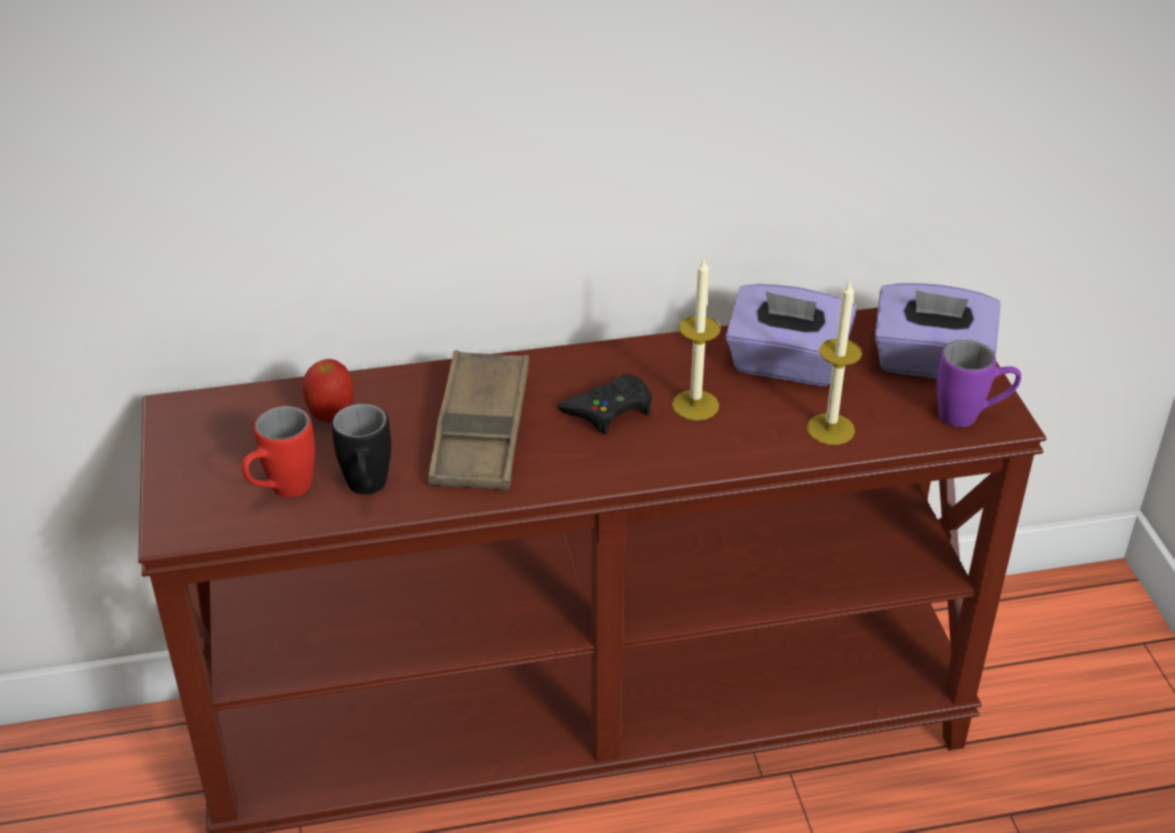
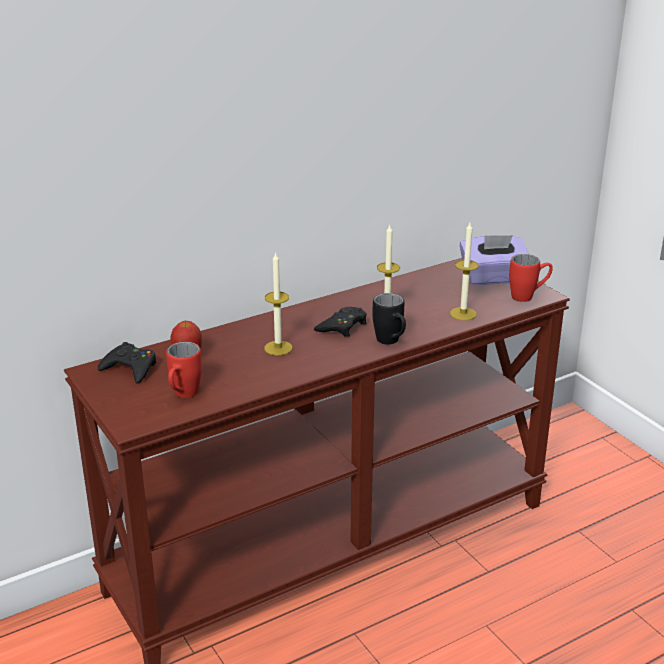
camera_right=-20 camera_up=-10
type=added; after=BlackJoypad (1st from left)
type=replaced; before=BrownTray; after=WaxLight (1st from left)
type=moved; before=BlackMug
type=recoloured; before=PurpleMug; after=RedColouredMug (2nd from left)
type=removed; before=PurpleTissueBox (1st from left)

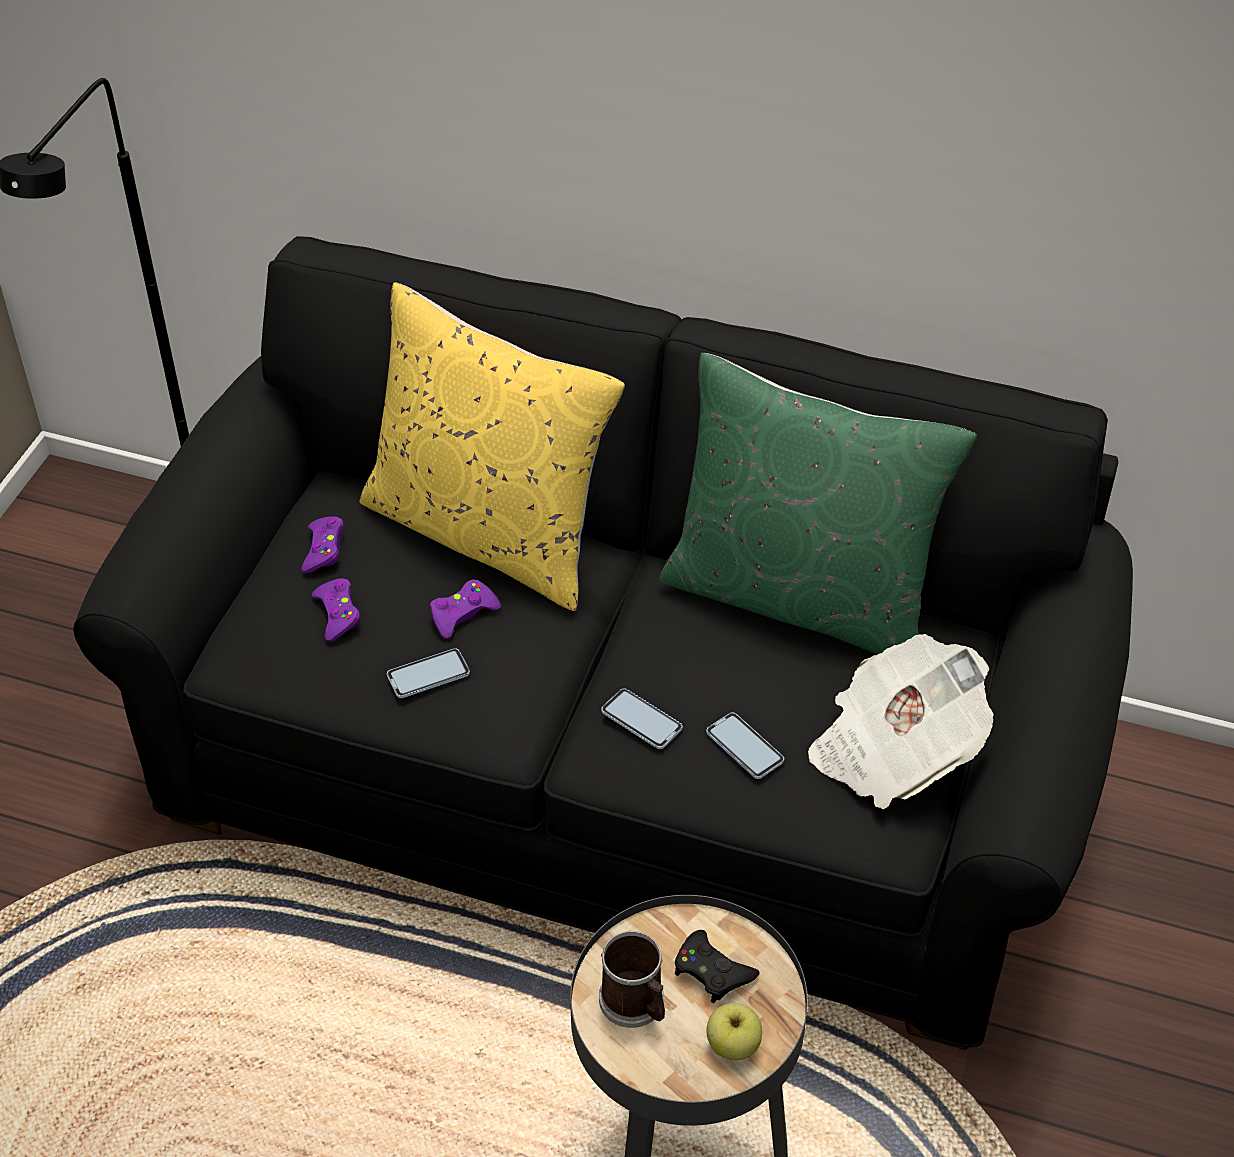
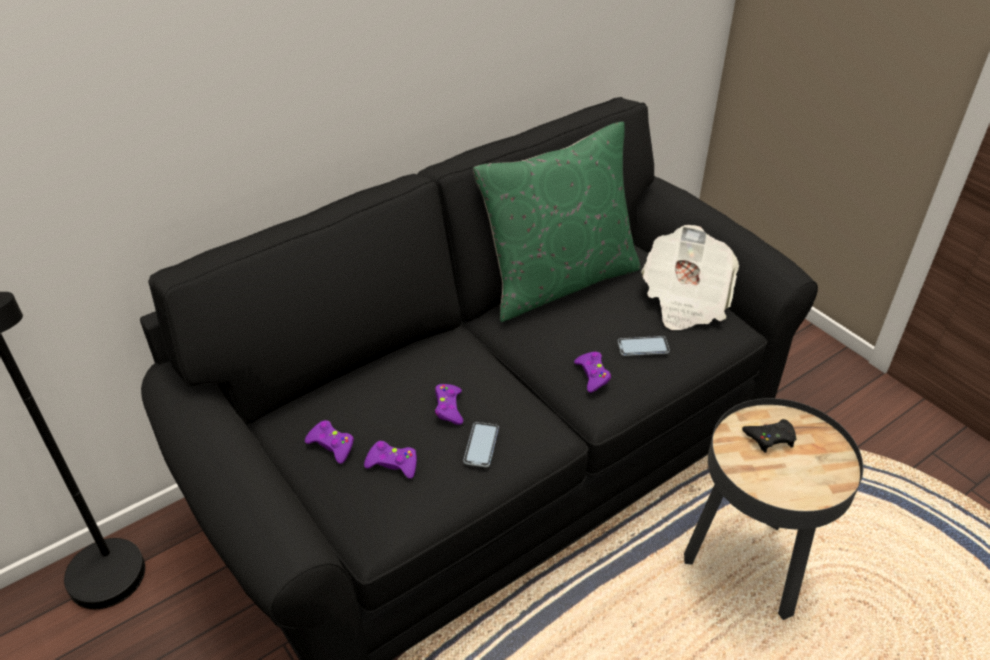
camera_right=-55 camera_up=-5
type=replaced; before=Telephone (2nd from left); after=PurpleJoypad (4th from left)
type=removed; before=YellowColouredCushion
type=removed; before=Mug
type=removed; before=WholeApple

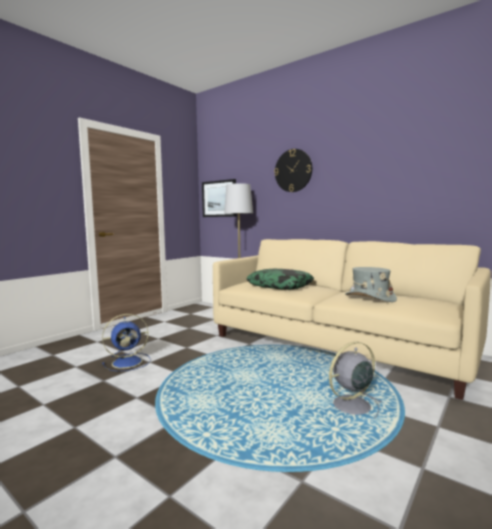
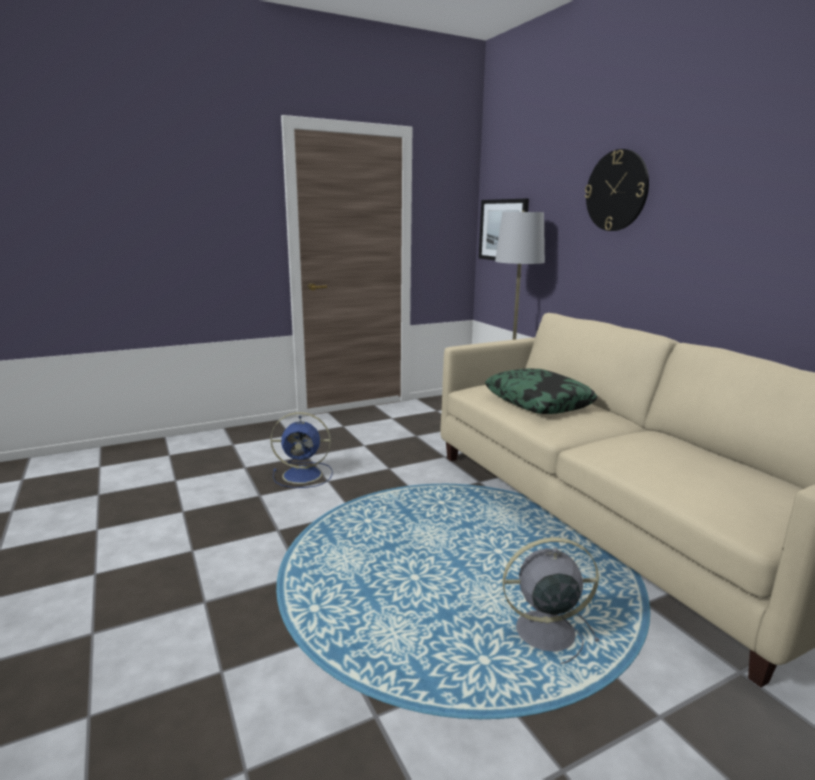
camera_right=25 camera_up=10
type=removed; before=GreyClothingHat

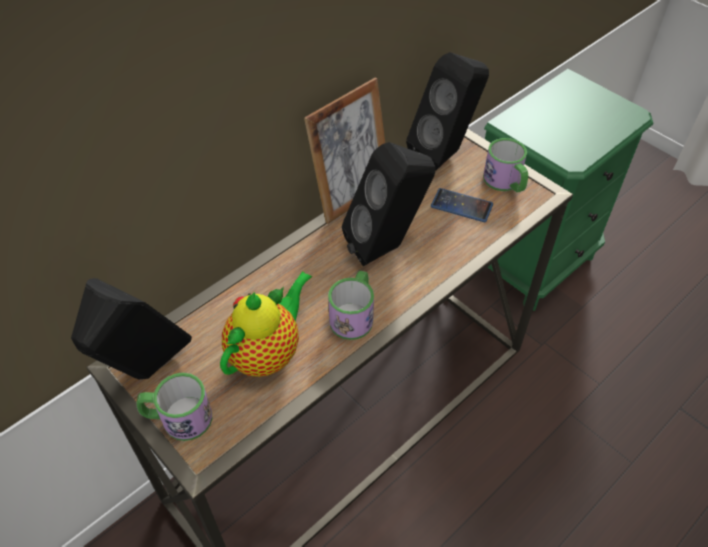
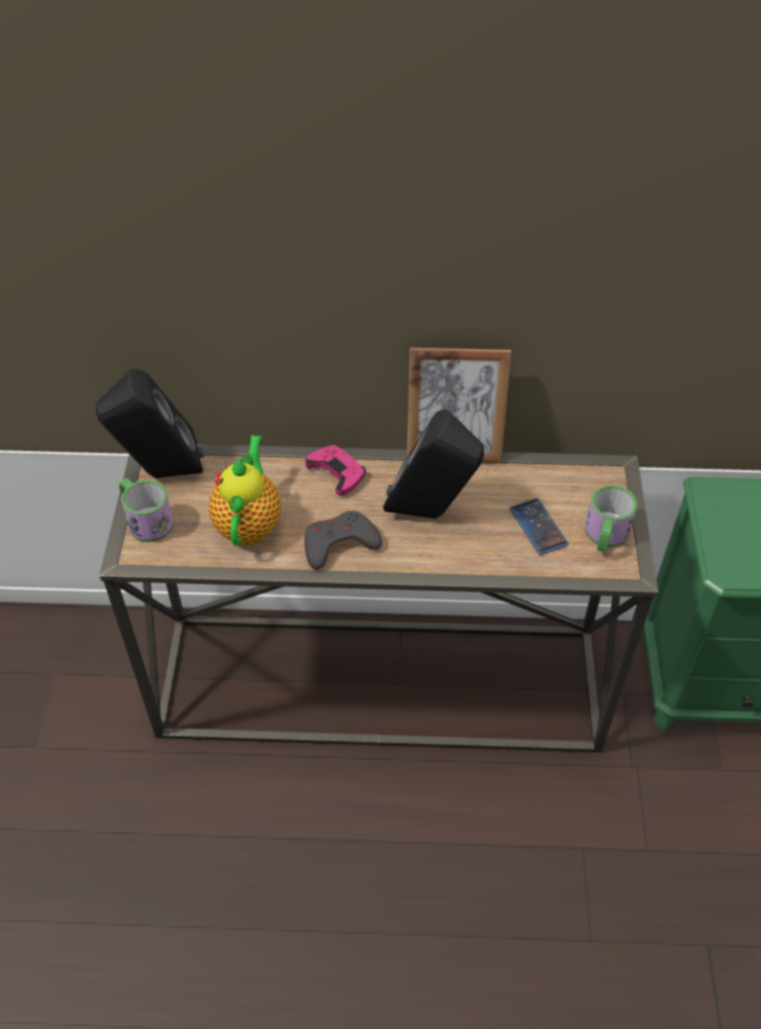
camera_right=45 camera_up=0
type=turned; before=TeaPot; turn=-75
type=replaced; before=Mug (2nd from left); after=GreyJoypad
type=added; after=PinkishJoypad
type=removed; before=BlackAudioSpeaker (3rd from left)

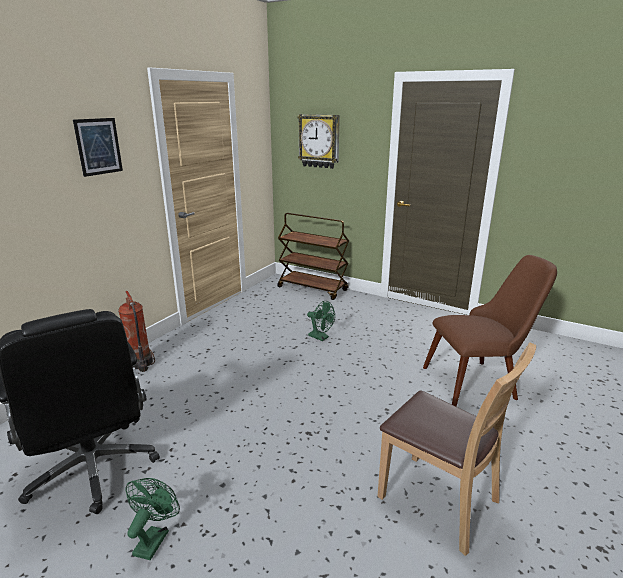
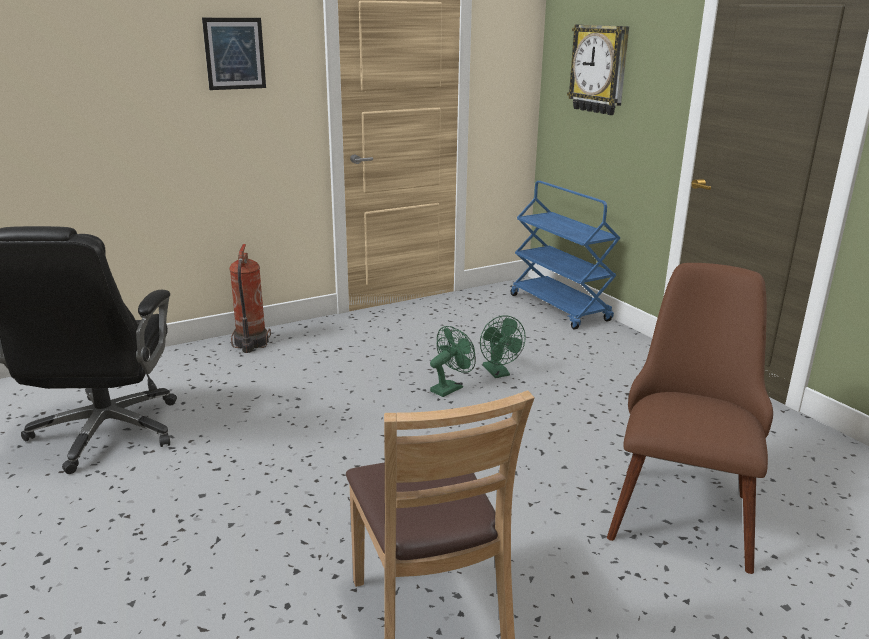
camera_right=30 camera_up=0
type=moved; before=GreenColouredCoolingFan (1st from left)
type=recoloured; before=BrownTrolley; after=BluishTrolley
type=turned; before=BrownChair (2nd from left); turn=-90

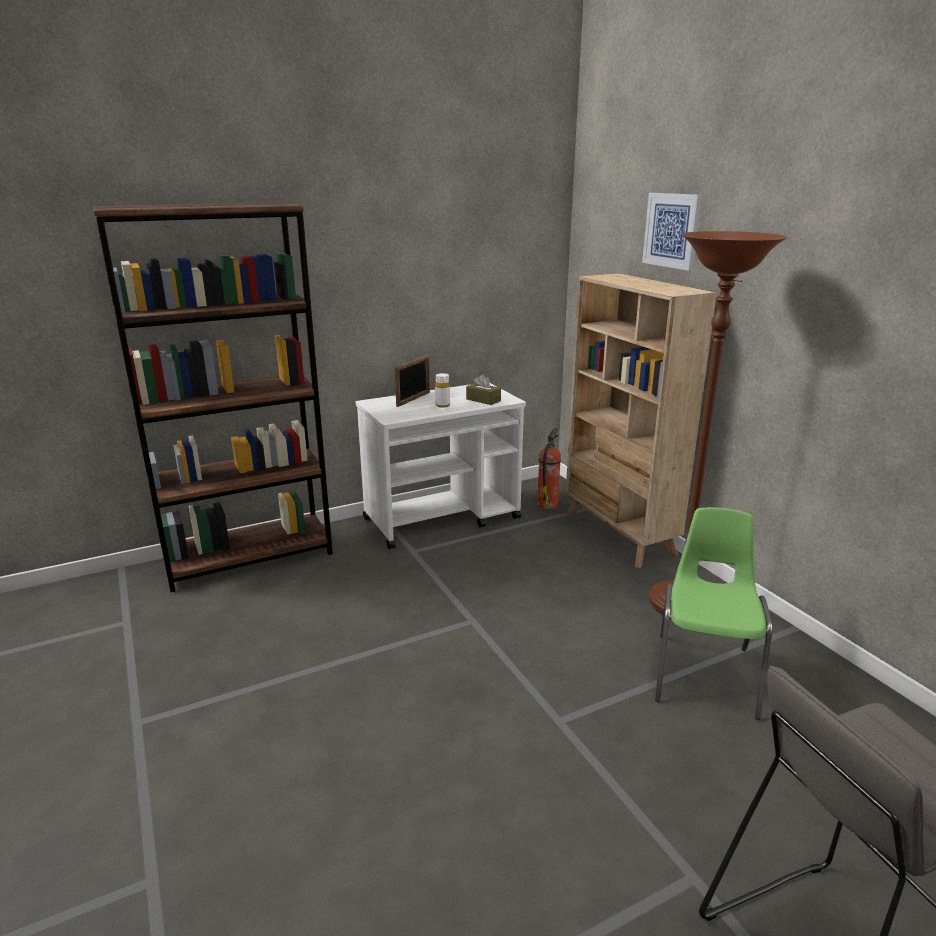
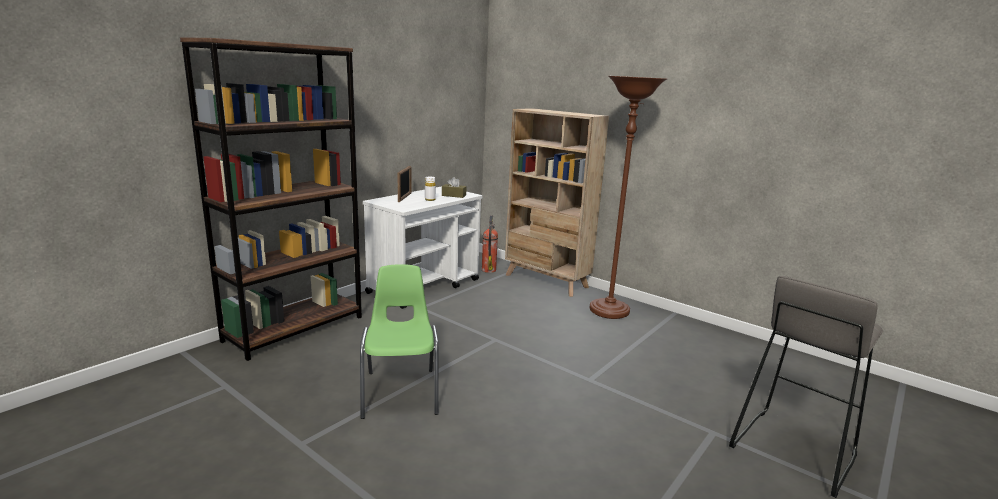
camera_right=-25 camera_up=-5
type=moved; before=GreenColouredChair
type=removed; before=WallPicture

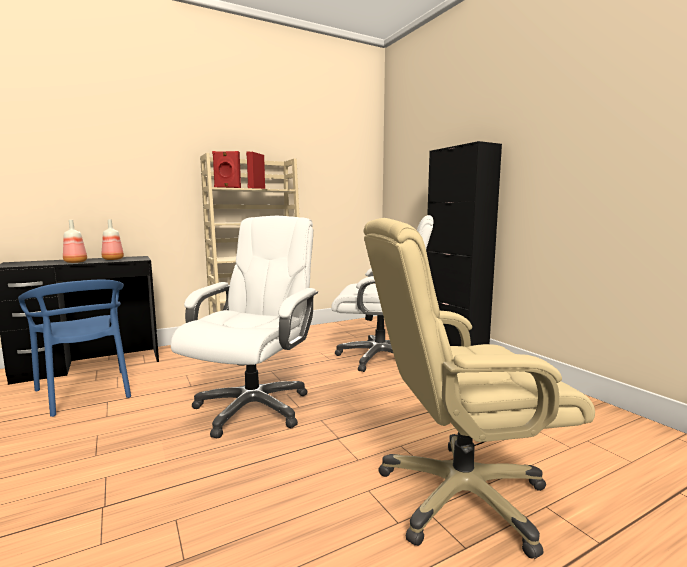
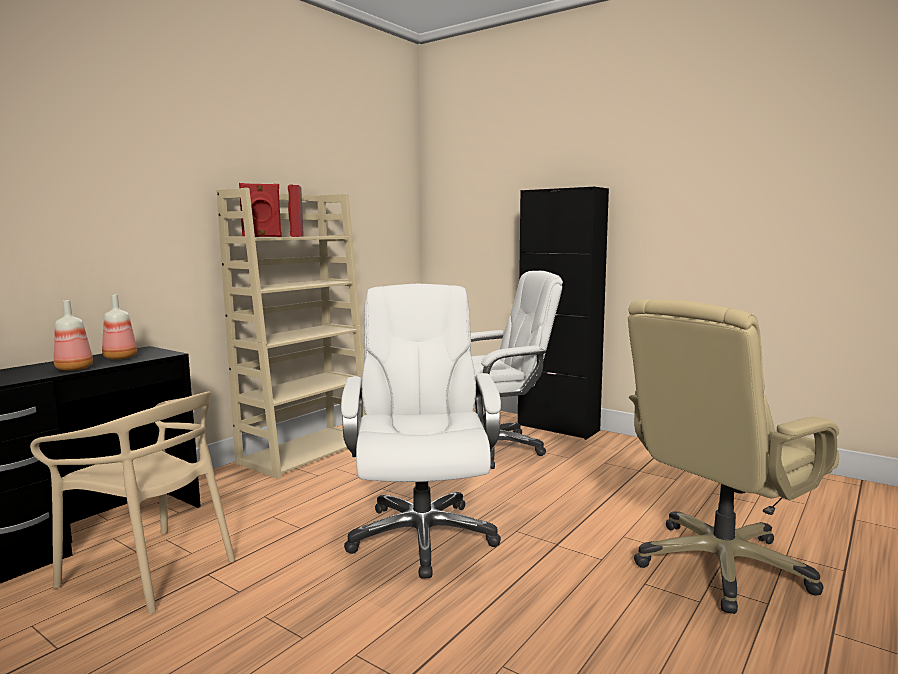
camera_right=-25 camera_up=0
type=recoloured; before=BluishChair; after=SandColouredChair

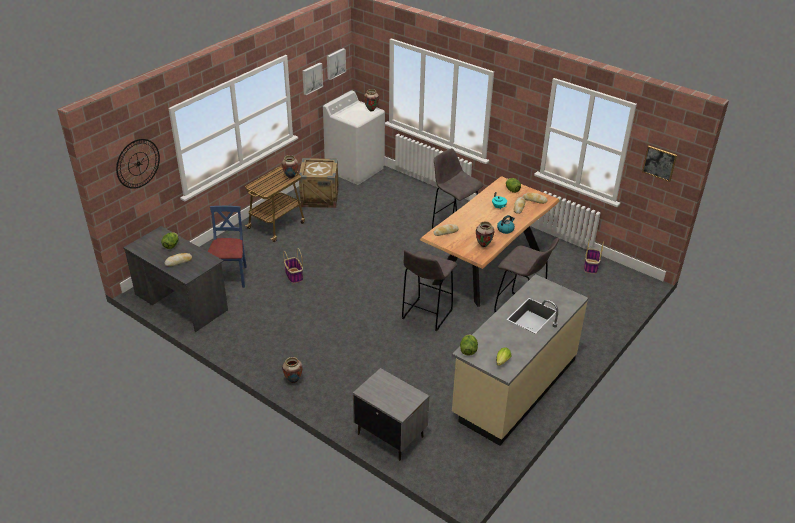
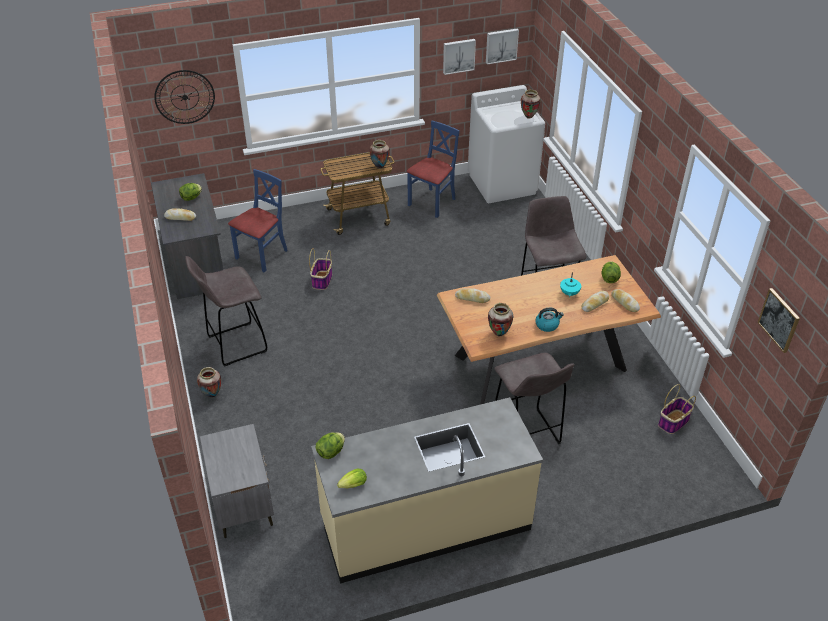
camera_right=35 camera_up=5
type=moved; before=GreyStoolSeat (1st from left)
type=replaced; before=ShippingCrate; after=BluishChair (2nd from left)

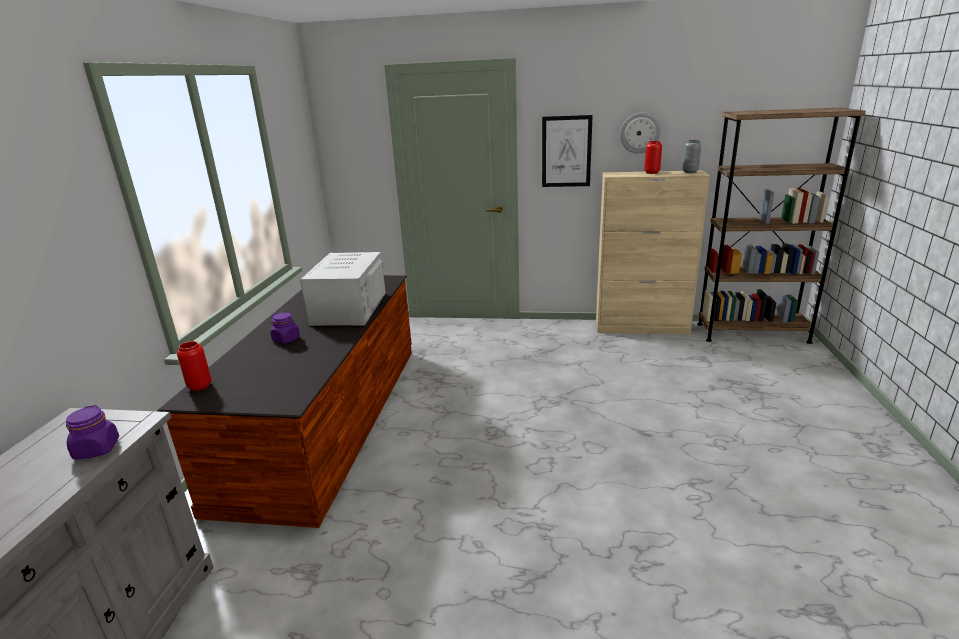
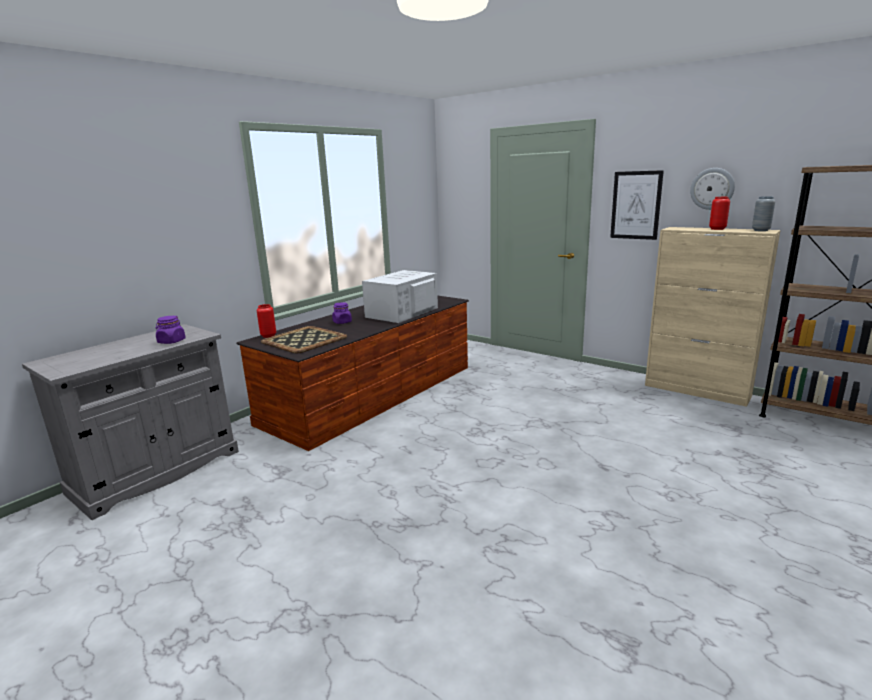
camera_right=30 camera_up=-5
type=added; after=Tray

